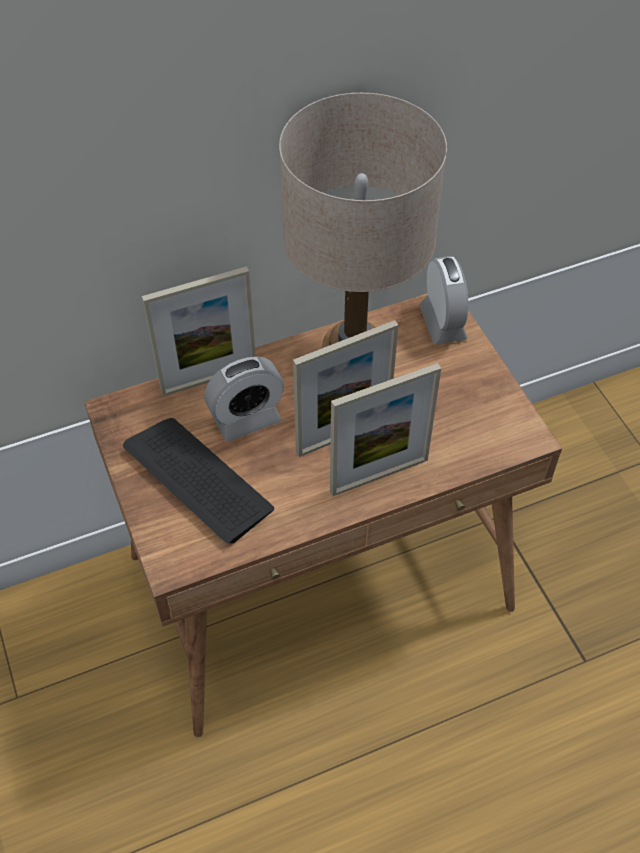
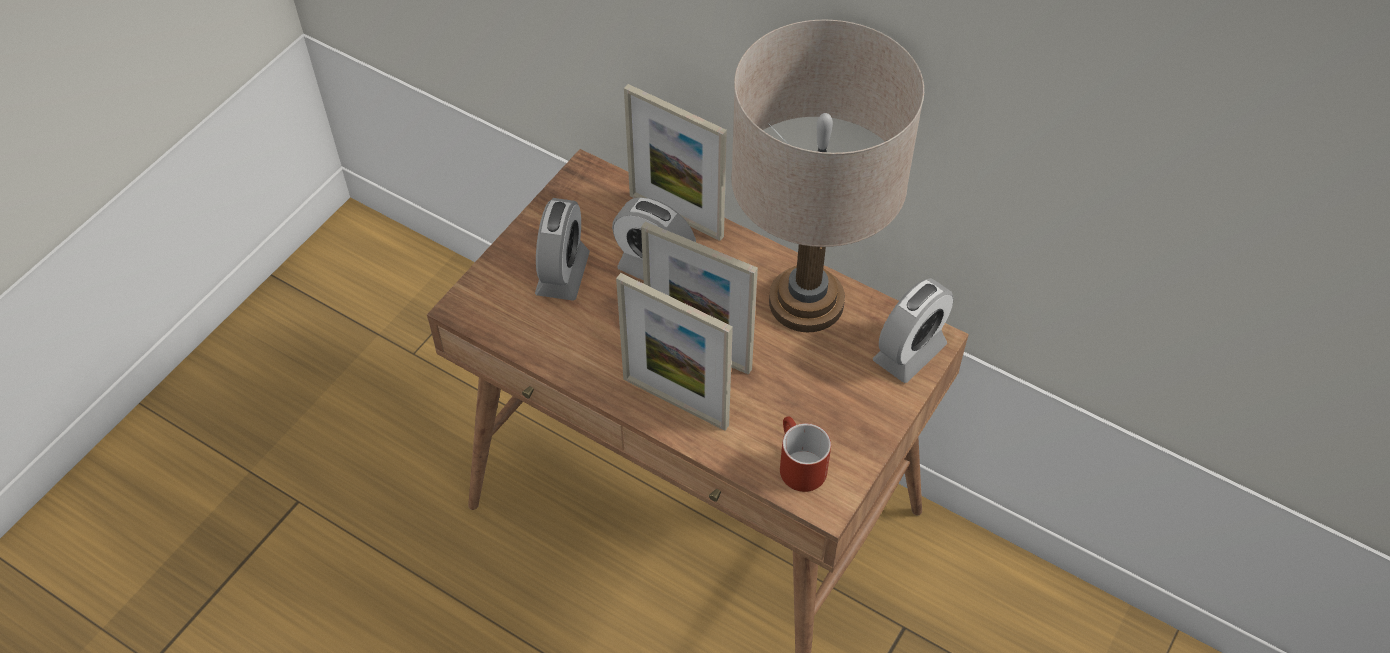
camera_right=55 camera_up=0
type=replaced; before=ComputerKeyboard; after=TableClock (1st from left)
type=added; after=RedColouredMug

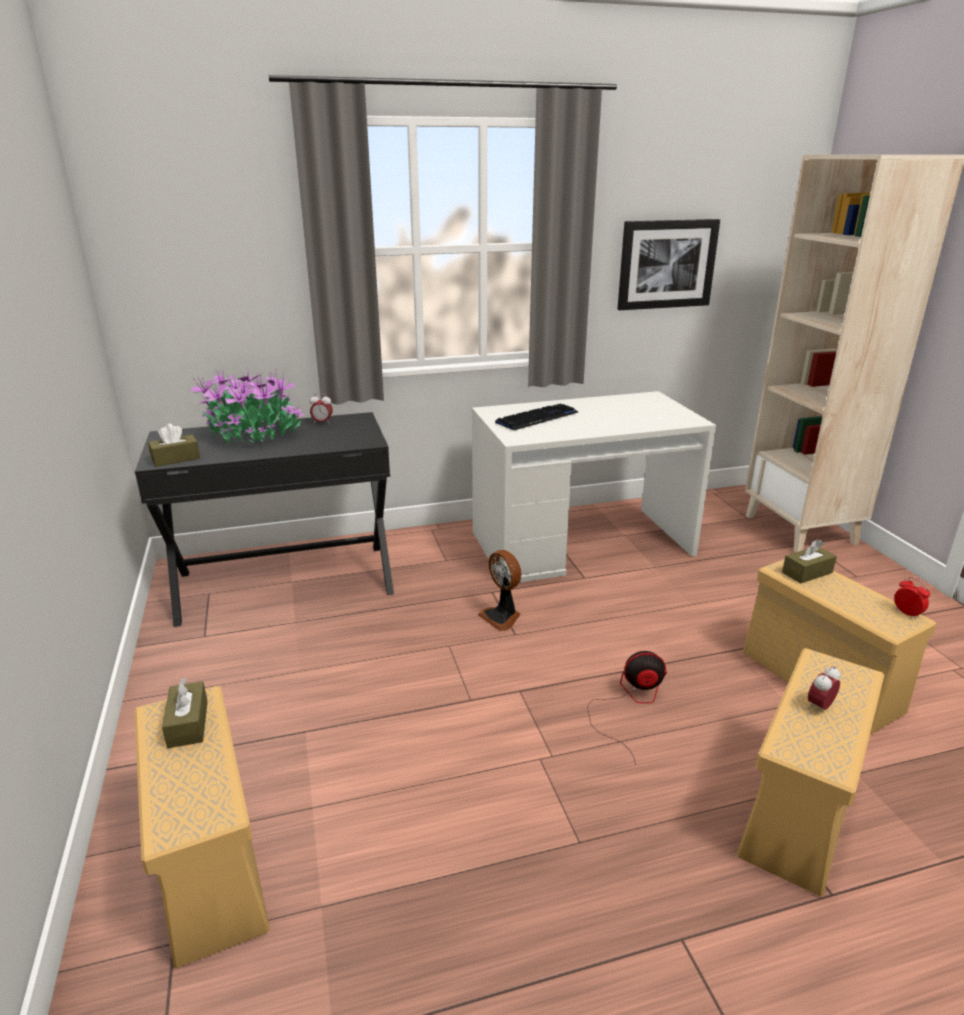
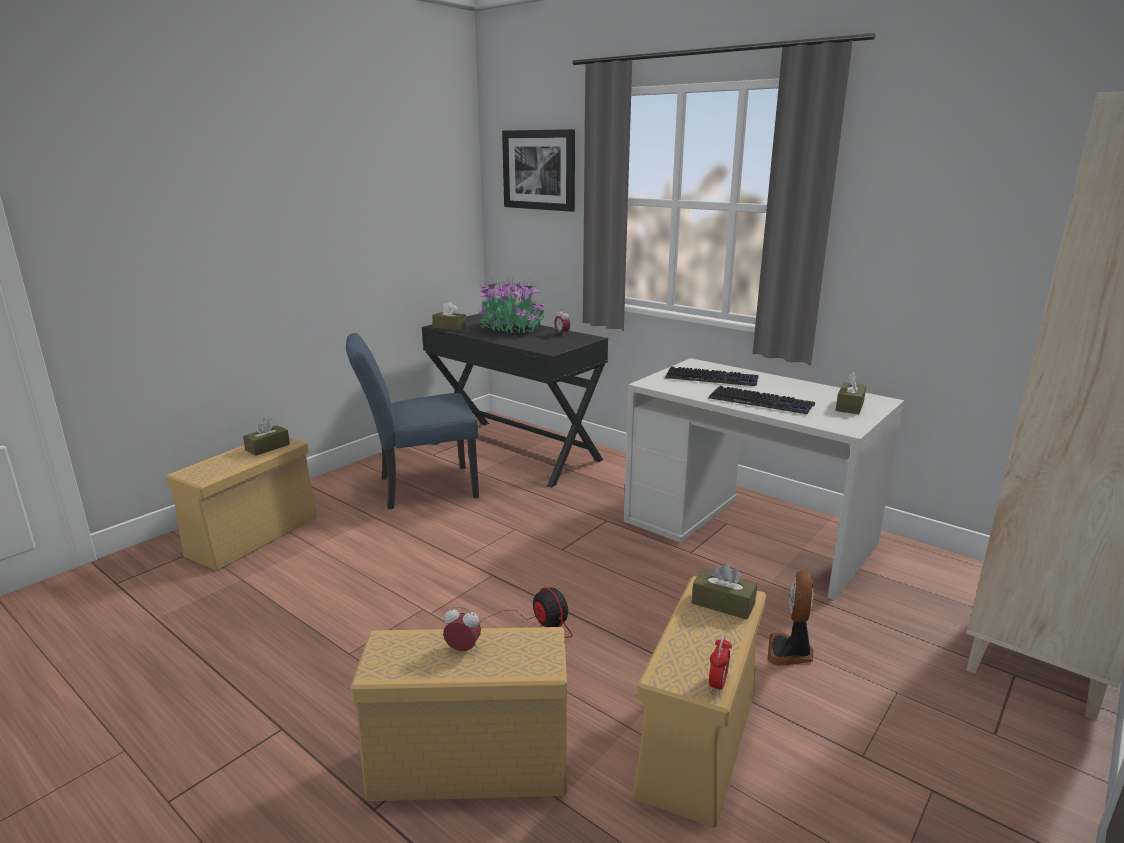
camera_right=55 camera_up=-5
type=added; after=BluishChair
type=moved; before=WallPicture
type=added; after=ComputerKeyboard (2nd from left)
type=moved; before=CoolingFan (1st from left in the first image); after=CoolingFan (2nd from left)
type=added; after=BrownTissueBox (4th from left)

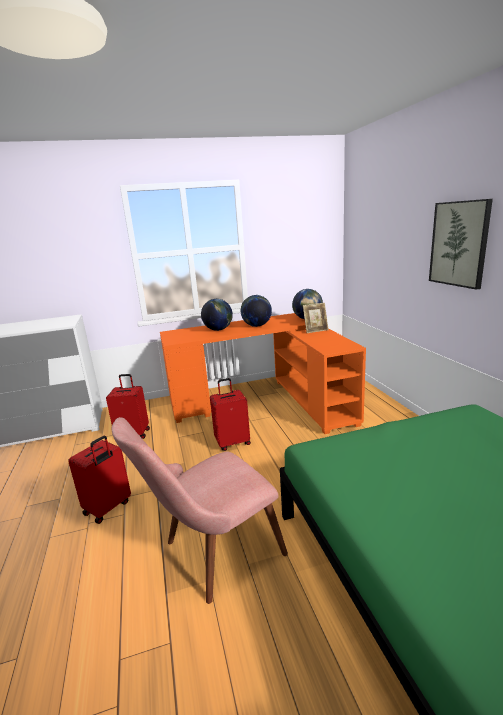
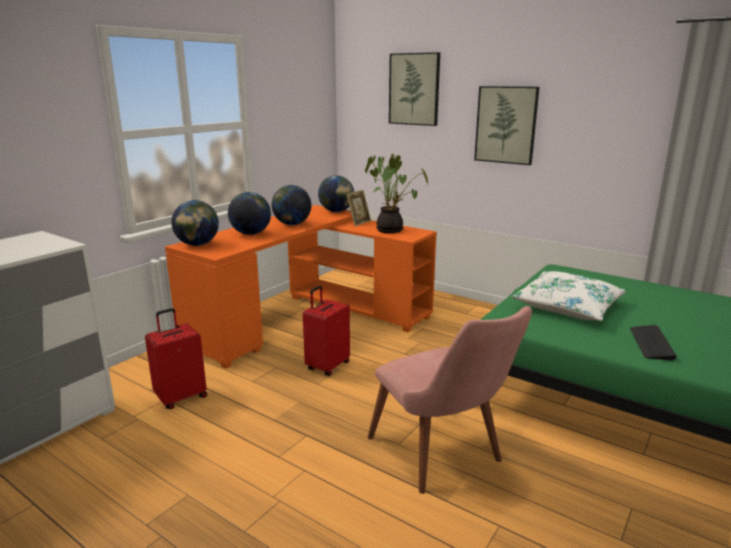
camera_right=-40 camera_up=0
type=added; after=WorldGlobe (1st from left)
type=added; after=PlantInAPot
type=turned; before=PinkishChair; turn=-45
type=added; after=WallPicture (1st from left)
type=added; after=WhiteCushion
type=added; after=ComputerKeyboard
type=removed; before=RedColouredSuitcase (1st from left)

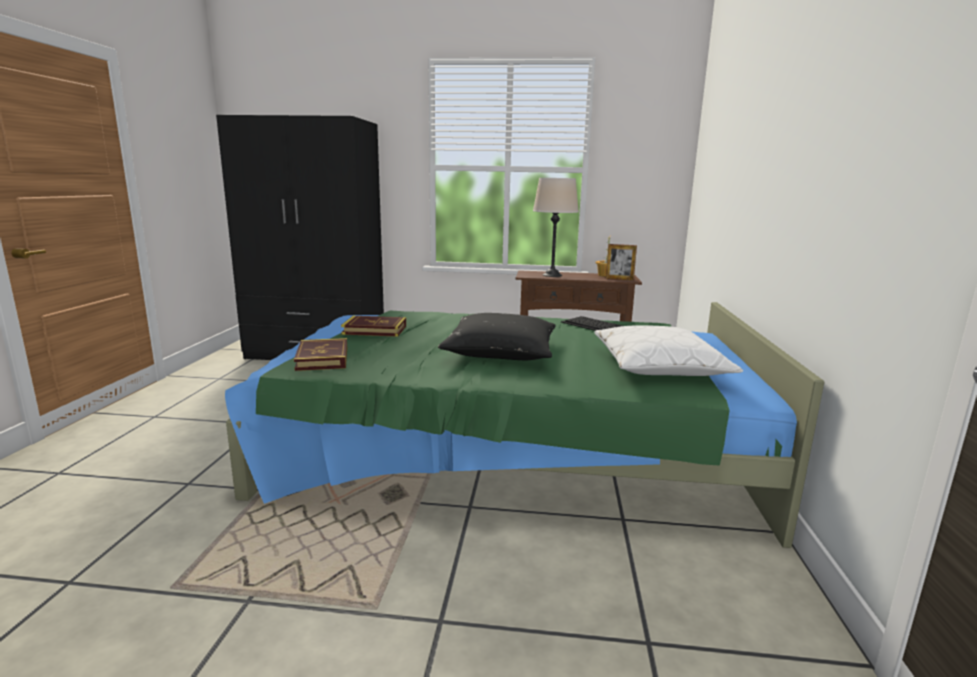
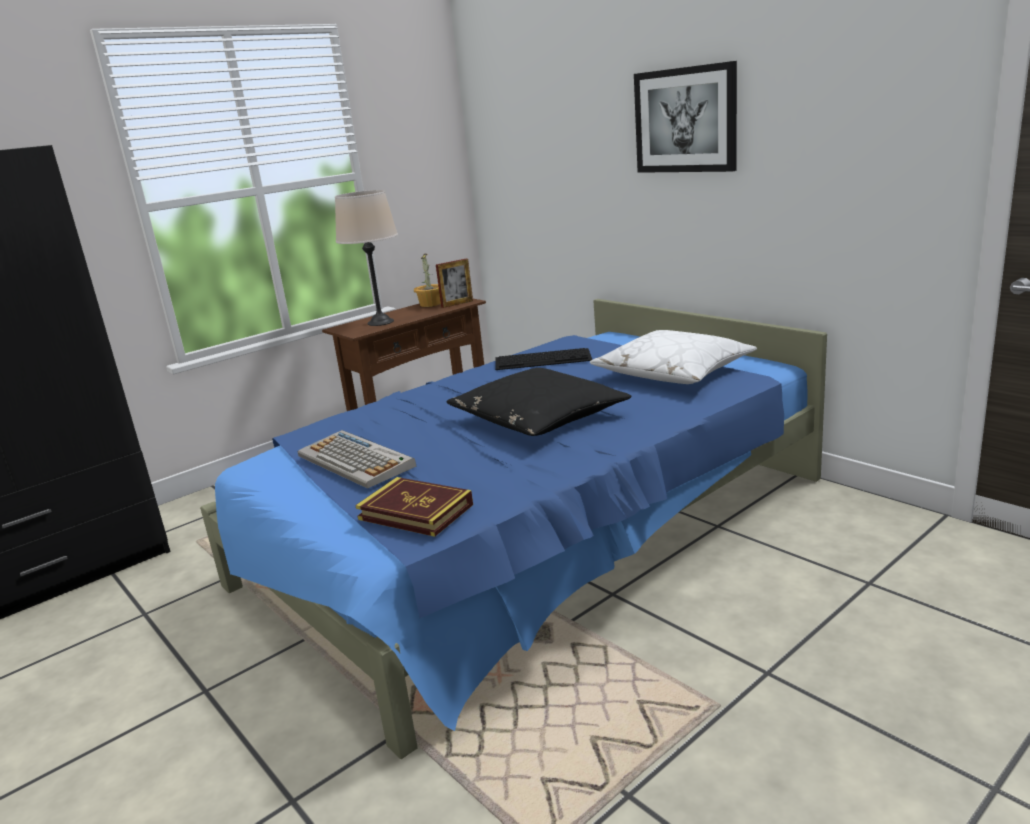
camera_right=-45 camera_up=5
type=recoloured; before=GreenColouredBedroomBed; after=BluishBedroomBed
type=replaced; before=Book (2nd from left); after=ComputerKeyboard (1st from left)
type=added; after=WallPicture

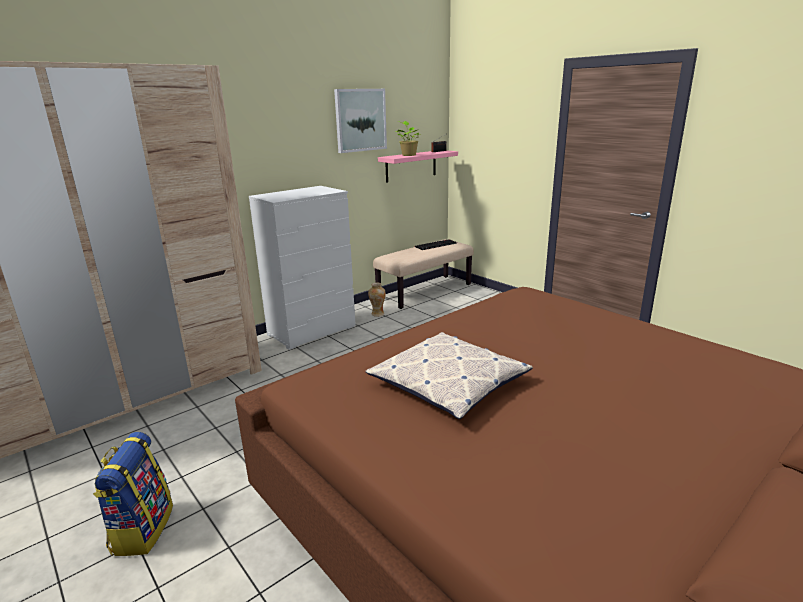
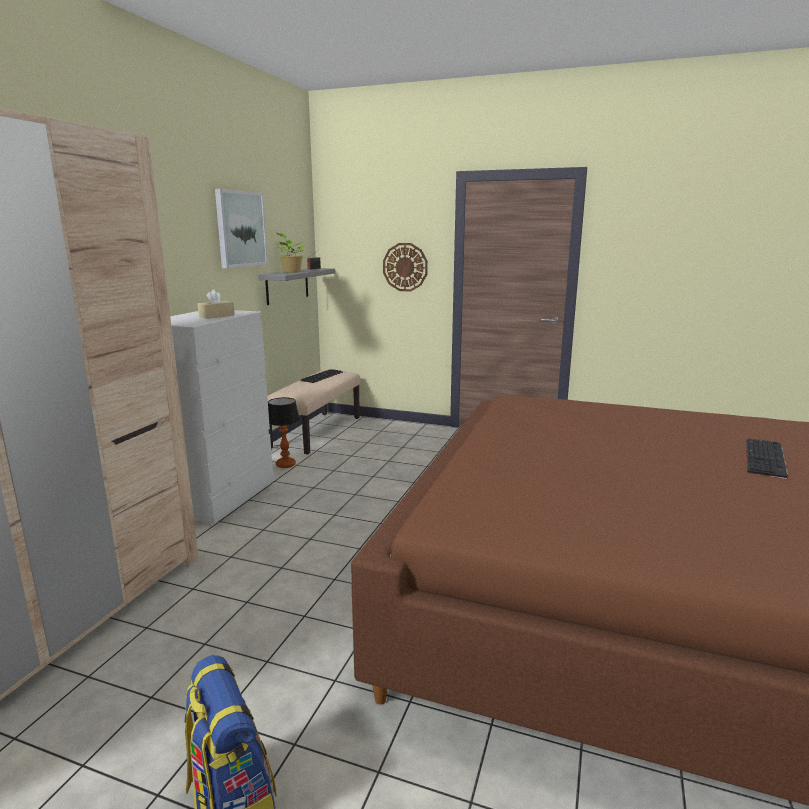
camera_right=-30 camera_up=-5
type=added; after=SandColouredTissueBox
type=recoloured; before=PinkishShelf; after=GreyShelf
type=replaced; before=Vase; after=TableLamp
type=added; after=ClockOnTheWall
type=added; after=ComputerKeyboard (2nd from left)
type=removed; before=Cushion

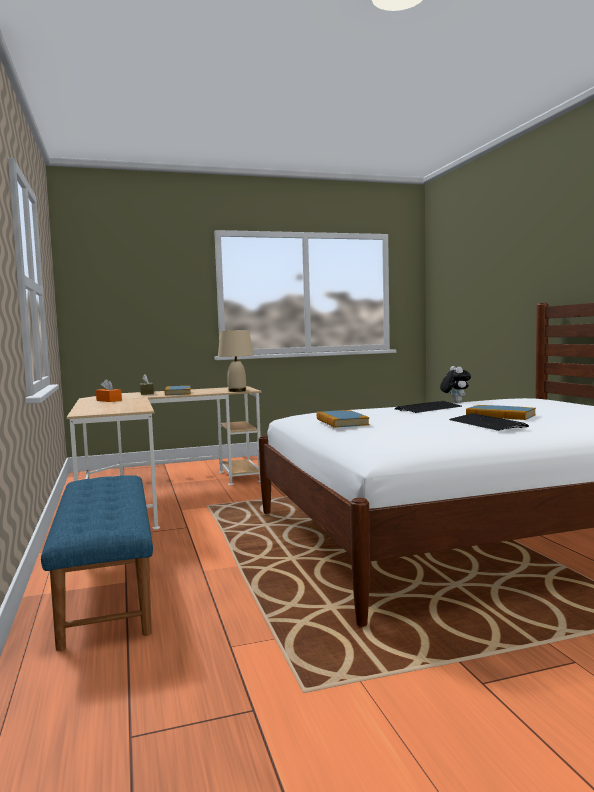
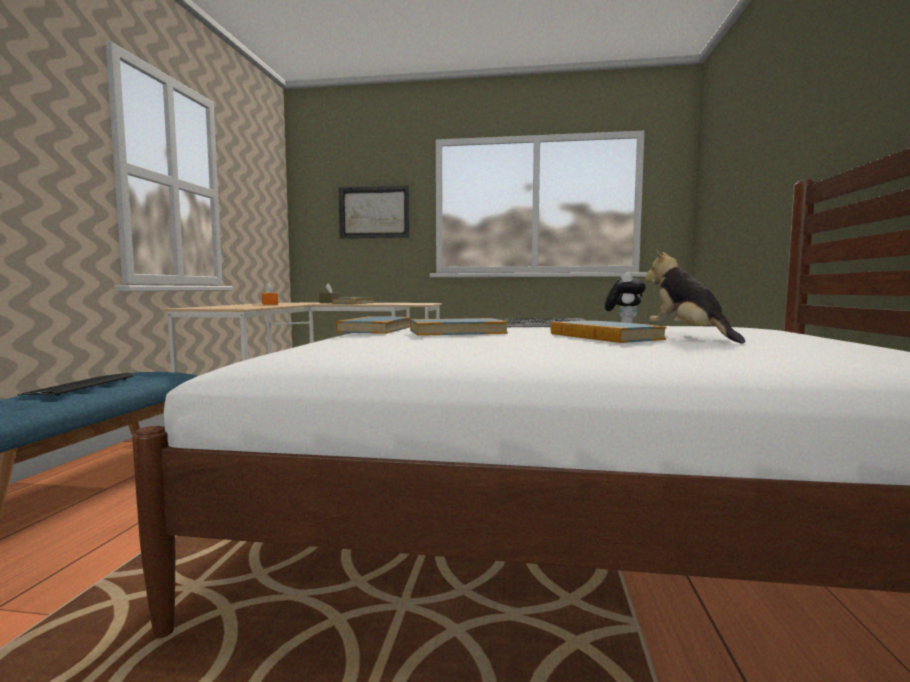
camera_right=25 camera_up=0
type=moved; before=ComputerKeyboard (2nd from left in the first image); after=ComputerKeyboard (1st from left)
type=added; after=WallPicture
type=added; after=Book (3rd from left)
type=added; after=PlushToy (2nd from left)
type=removed; before=SandColouredTableLamp

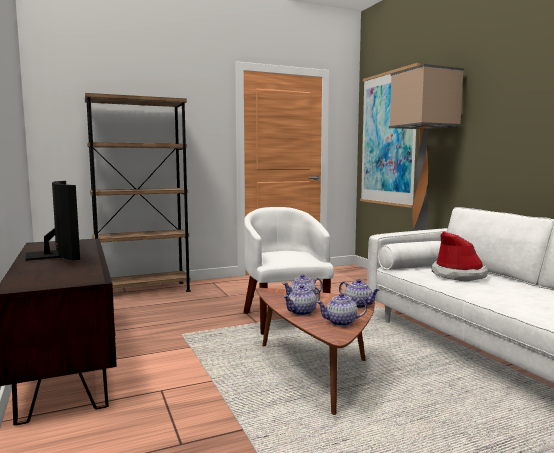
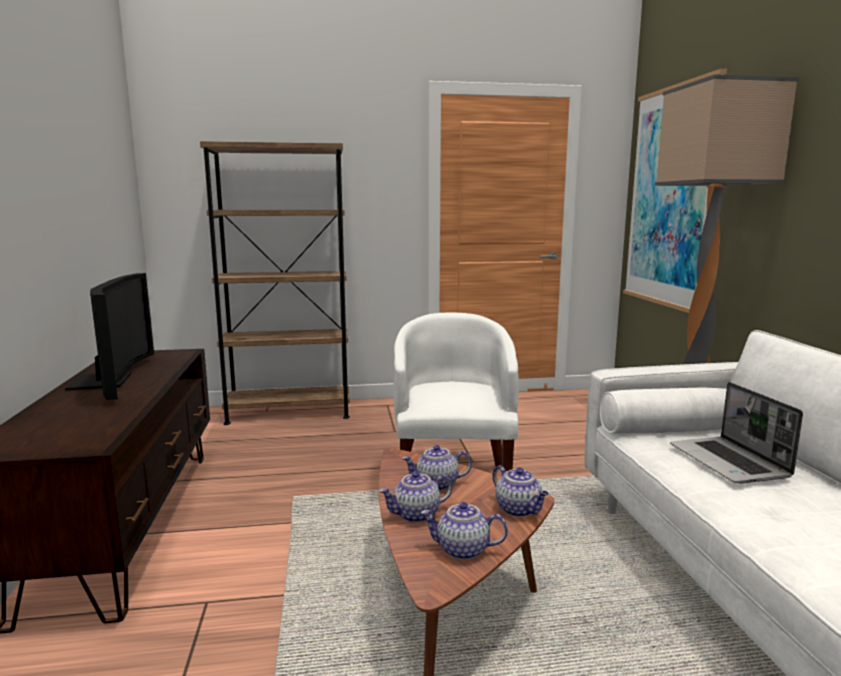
camera_right=15 camera_up=5
type=replaced; before=ClothingHat; after=Laptop

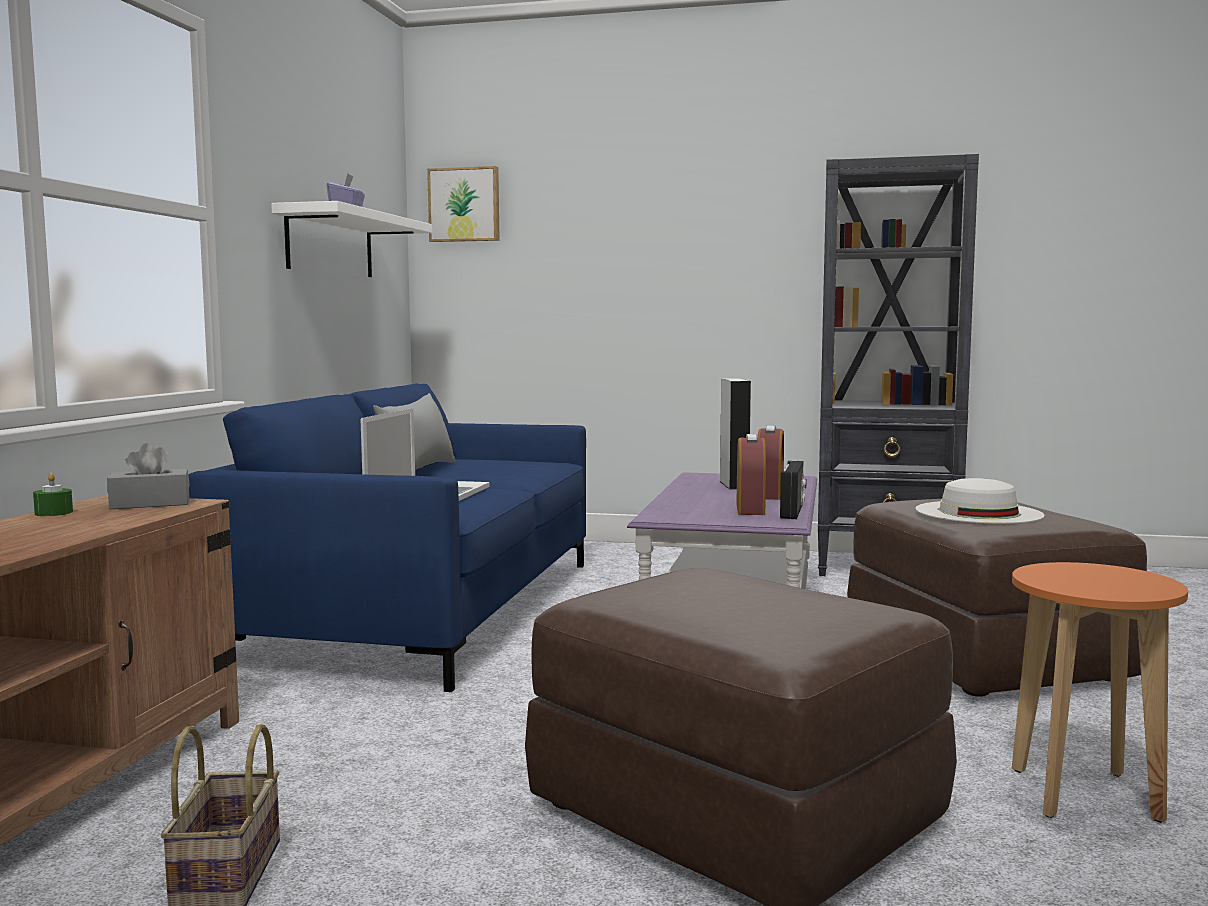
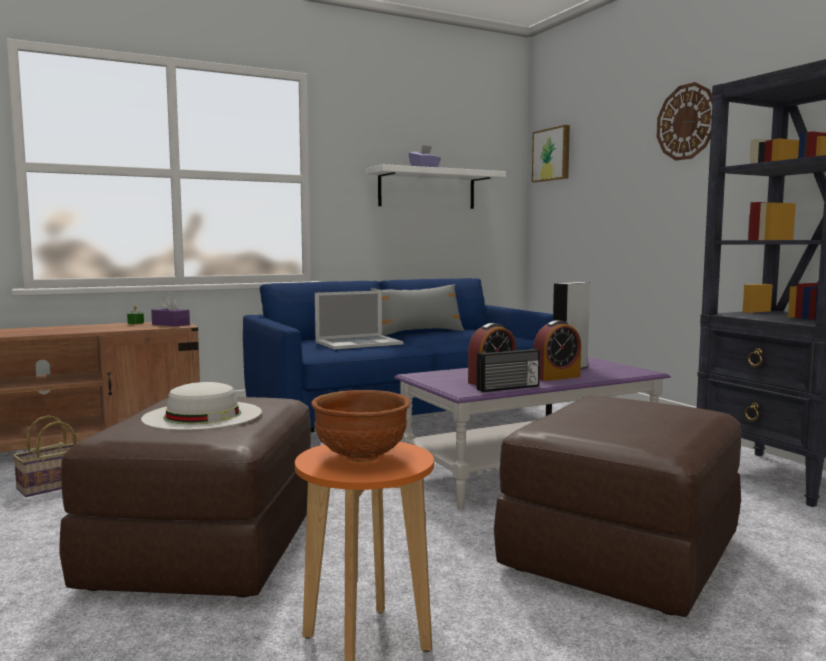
camera_right=50 camera_up=0
type=moved; before=WhiteClothingHat
type=recoloured; before=GreyTissueBox; after=PurpleTissueBox (1st from left)
type=added; after=BrownDeepDish
type=added; after=ClockOnTheWall

